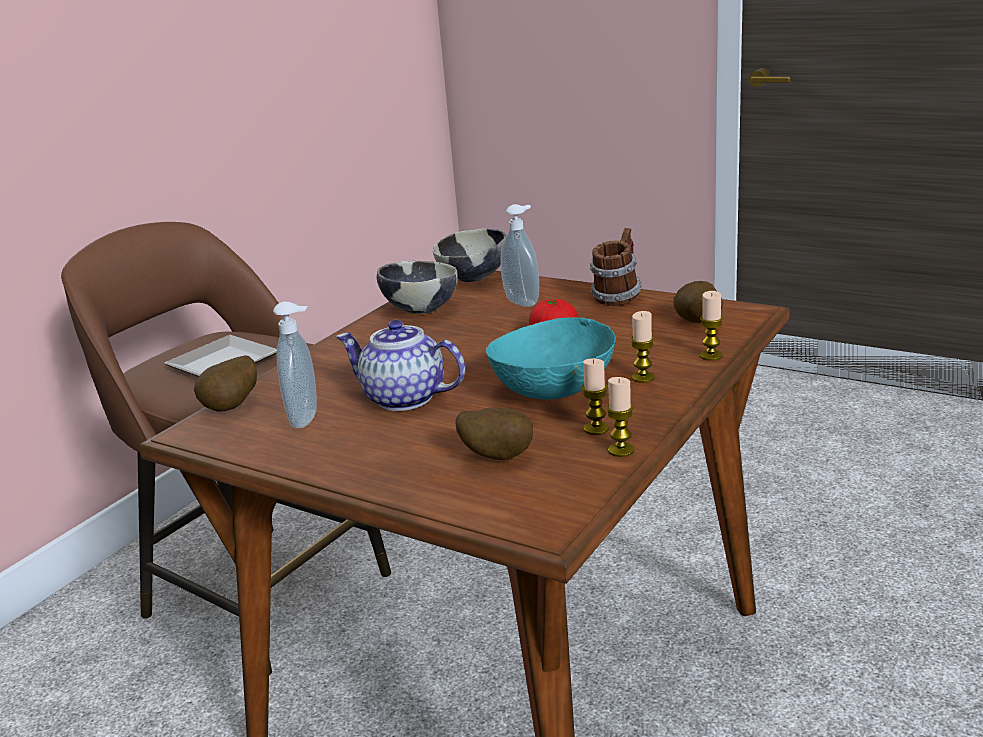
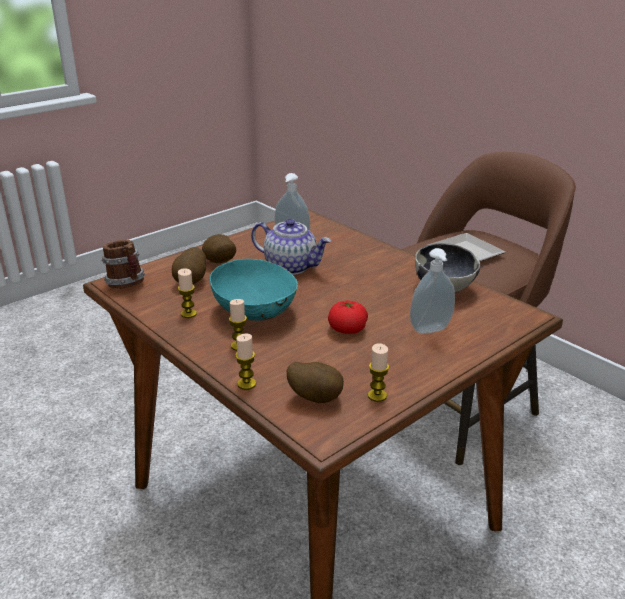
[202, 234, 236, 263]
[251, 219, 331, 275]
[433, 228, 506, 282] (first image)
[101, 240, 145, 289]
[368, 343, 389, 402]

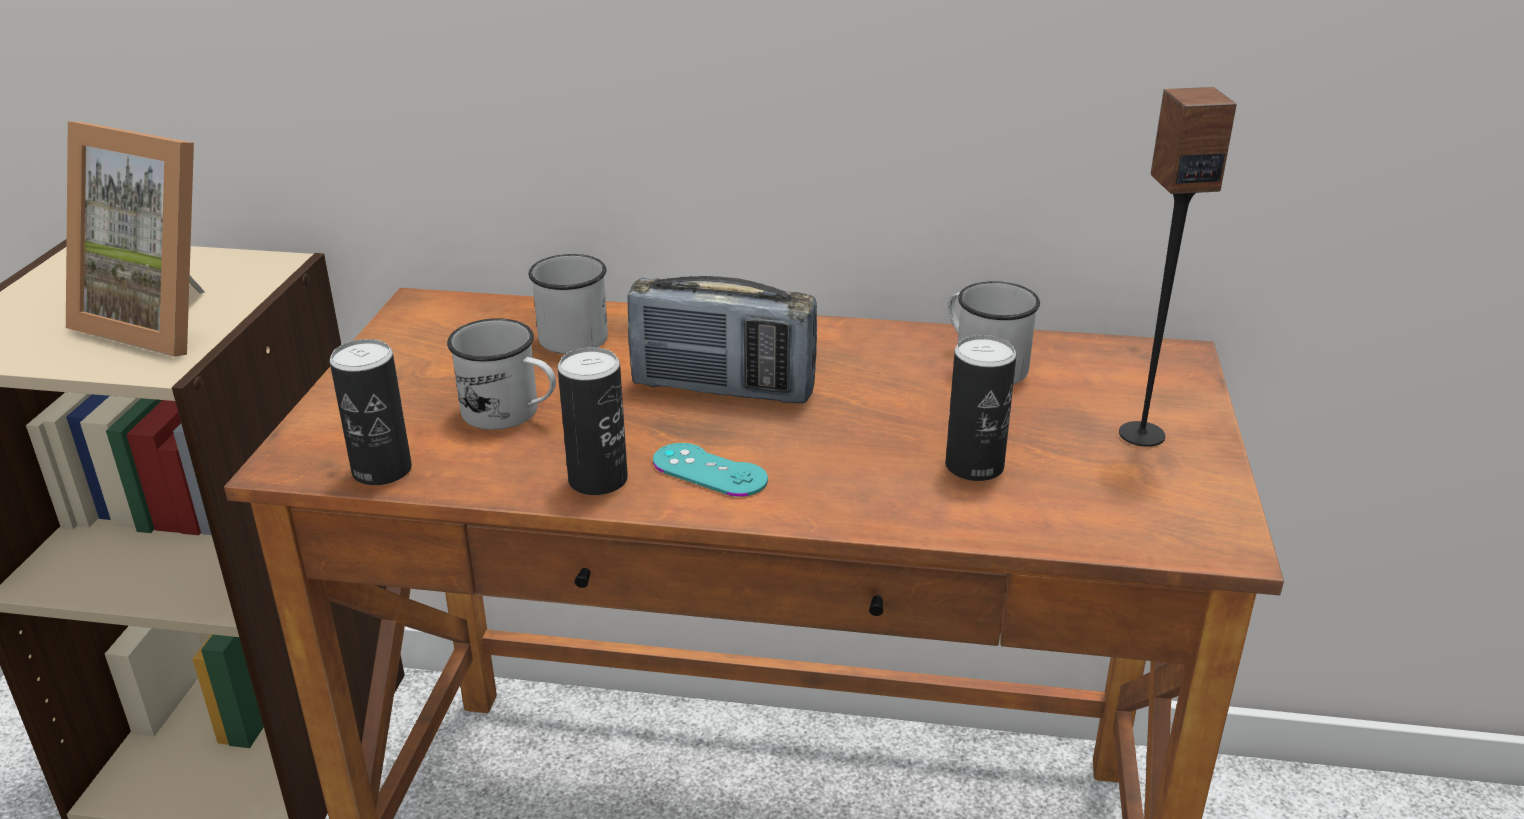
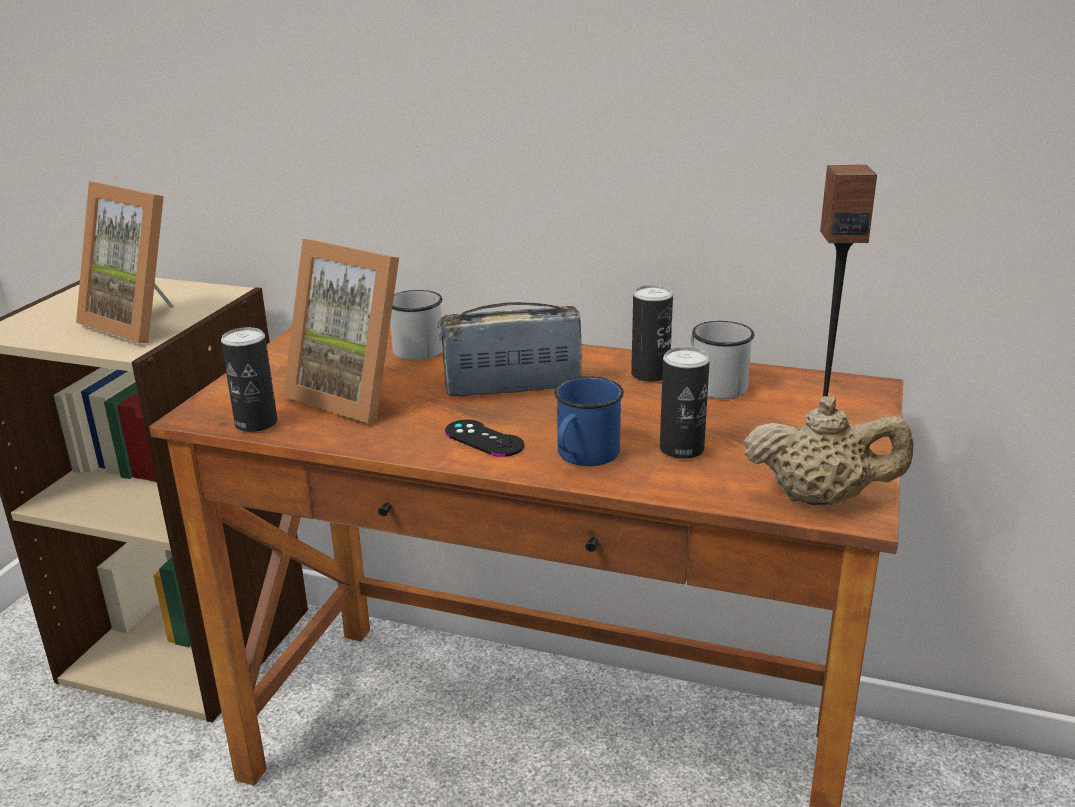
[283, 239, 399, 423]
[631, 285, 673, 382]
[441, 302, 582, 397]
[445, 420, 524, 457]
[554, 377, 624, 466]
[744, 396, 914, 505]

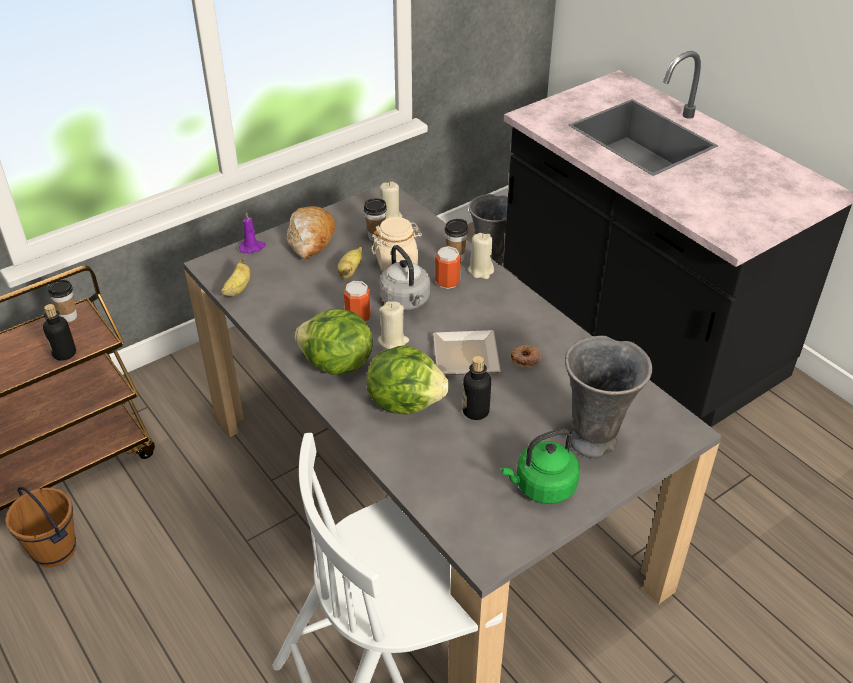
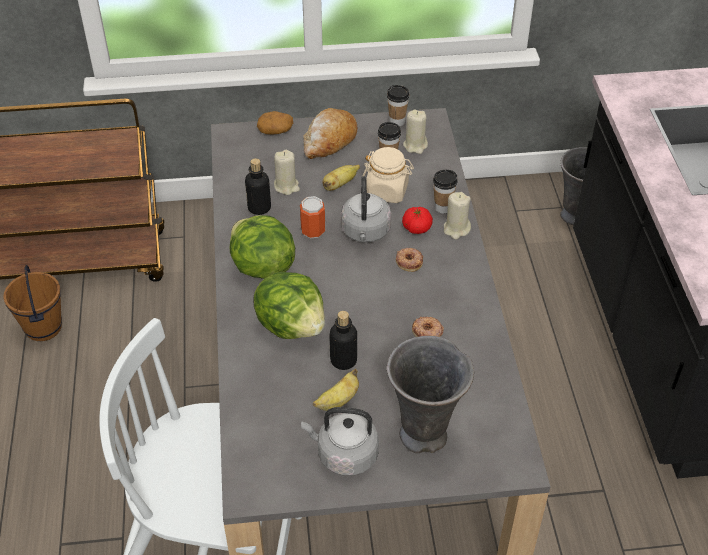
[245, 158, 271, 215]
[387, 85, 409, 126]
[313, 368, 359, 411]
[257, 111, 293, 134]
[274, 150, 300, 195]
[433, 330, 501, 375] (first image)
[402, 207, 433, 234]
[301, 407, 379, 476]
[396, 248, 423, 272]

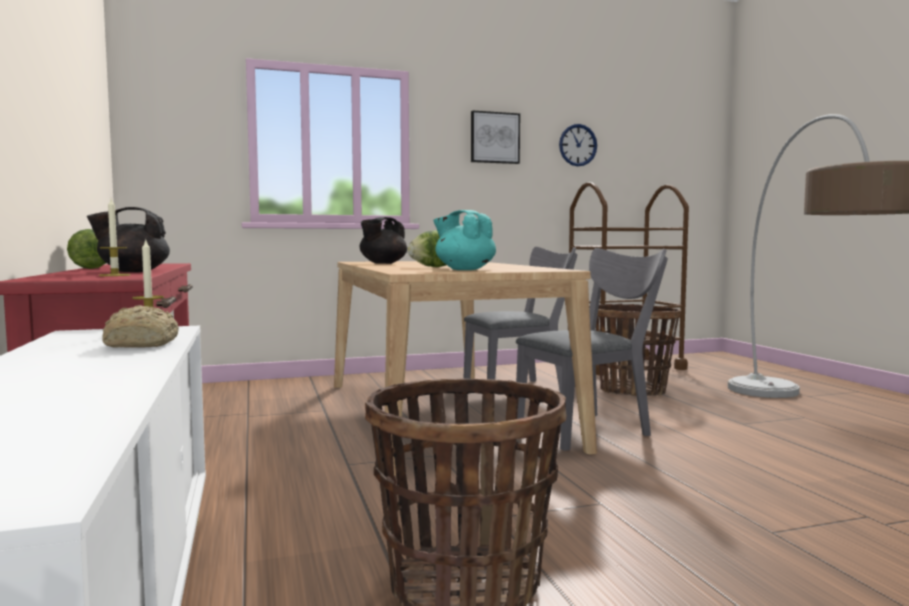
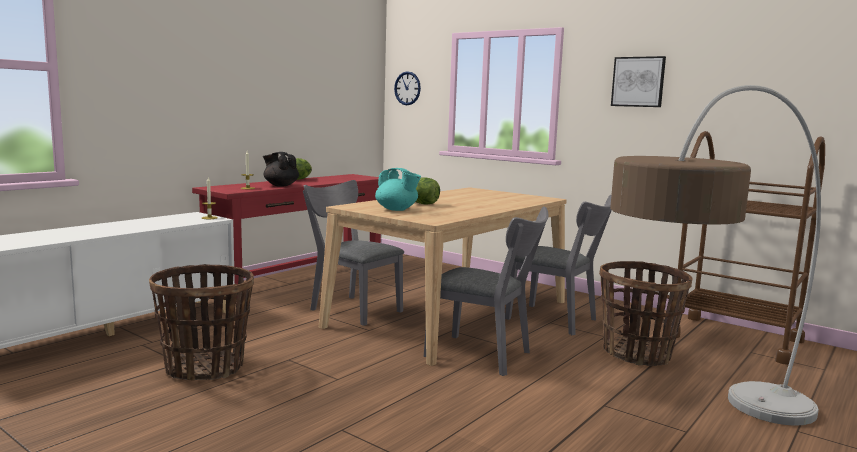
[102, 305, 179, 348] (first image)
[360, 217, 407, 264] (first image)
[375, 168, 421, 211]
[394, 71, 421, 105]
[303, 180, 404, 326]

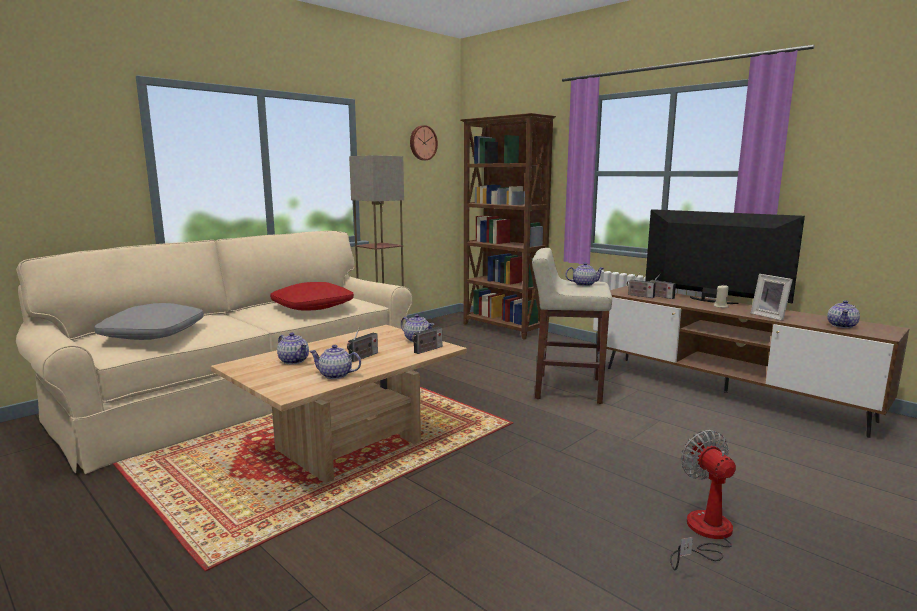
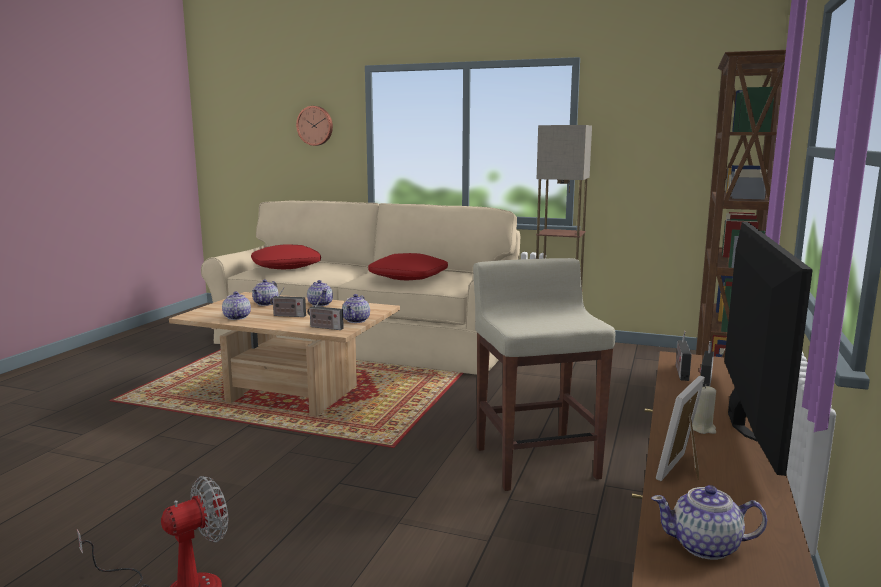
[251, 244, 321, 269]
[296, 106, 333, 146]
[307, 280, 333, 307]

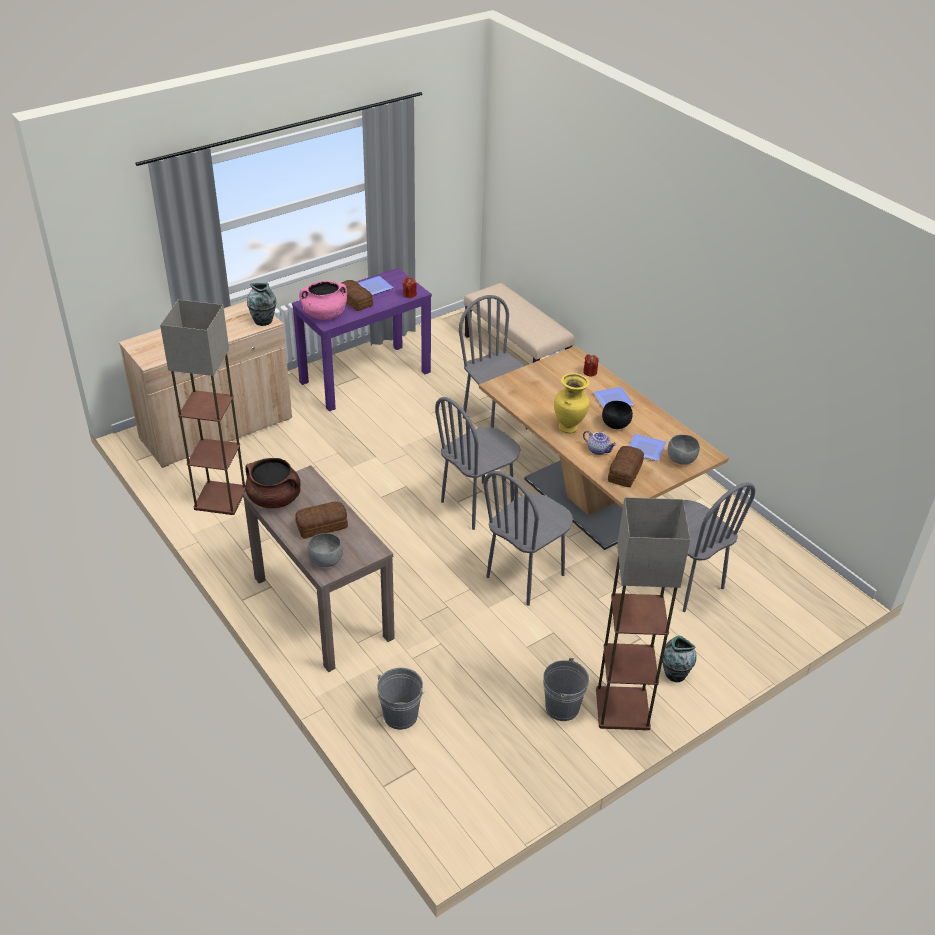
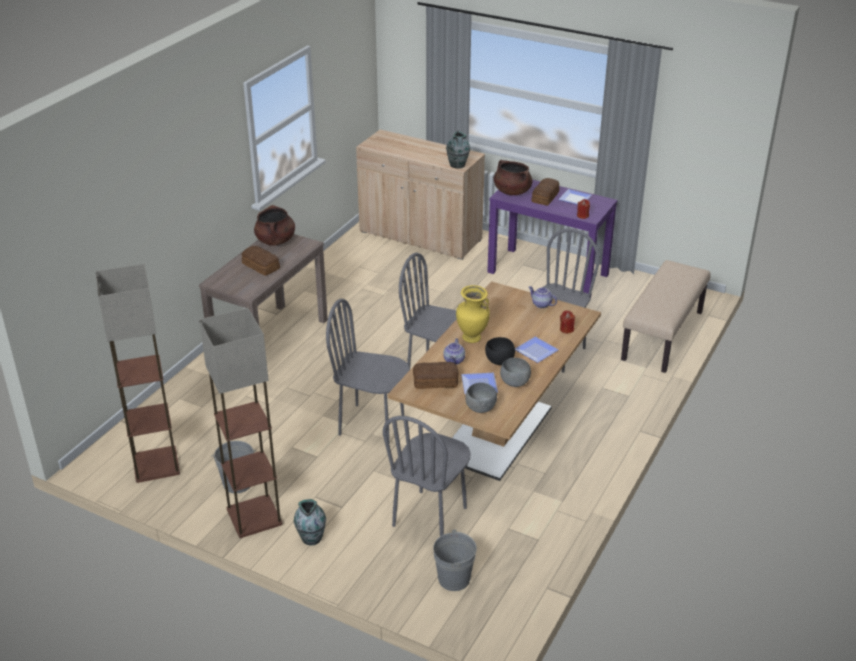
[96, 264, 180, 483]
[494, 160, 533, 195]
[500, 358, 531, 387]
[433, 529, 477, 591]
[529, 286, 557, 308]

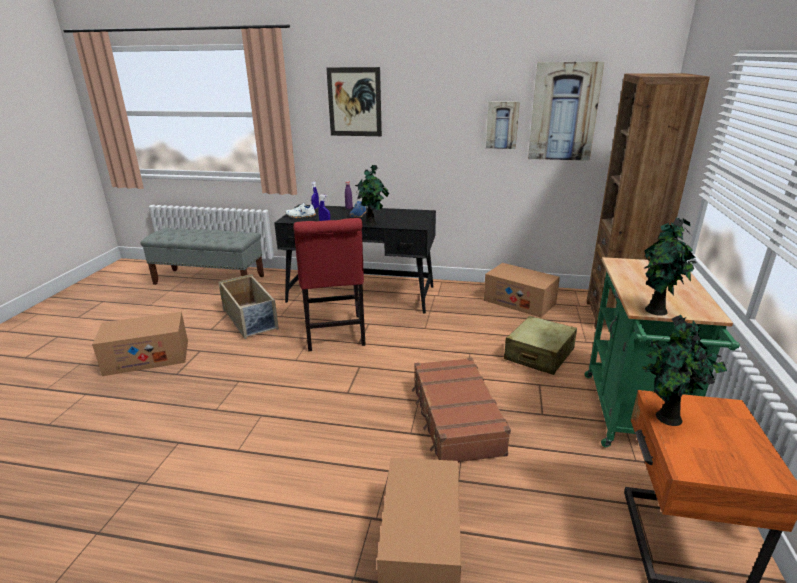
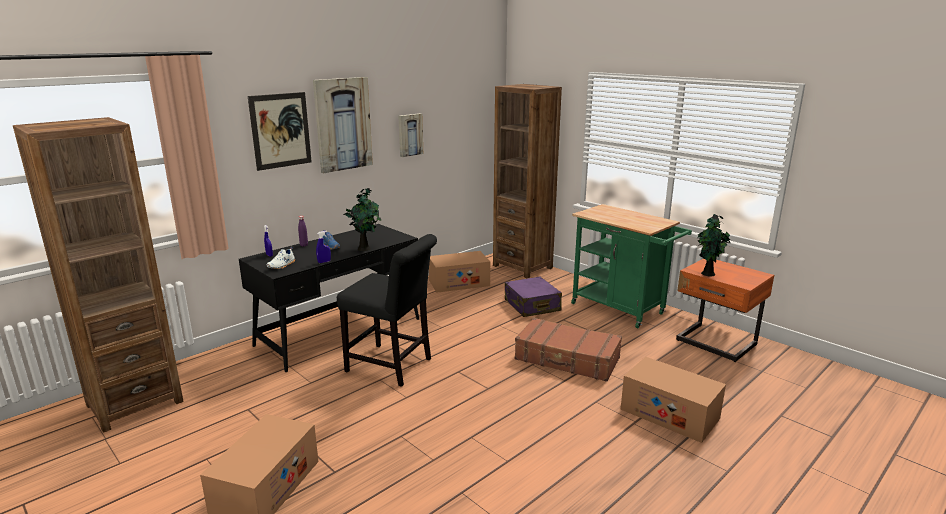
[13, 117, 184, 433]
[218, 274, 279, 339] (first image)
[337, 234, 437, 387]
[505, 277, 562, 317]
[313, 77, 373, 173]
[644, 217, 696, 316] (first image)

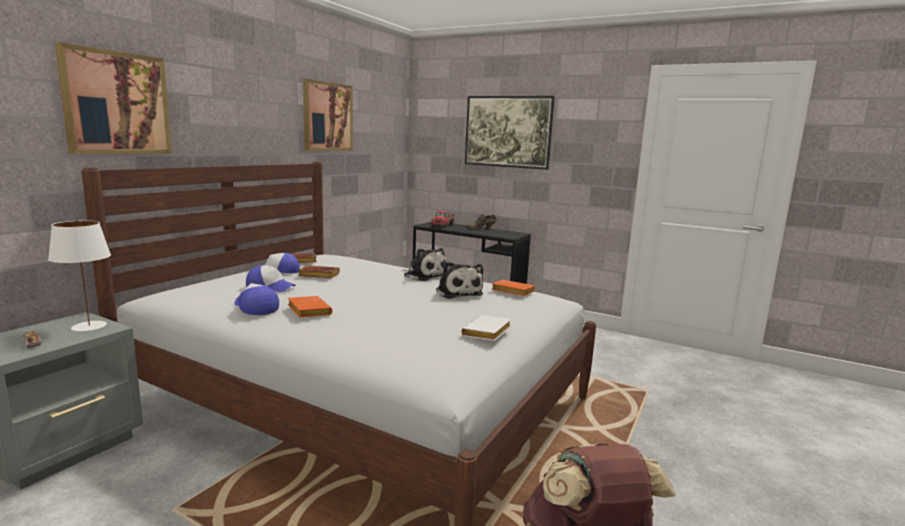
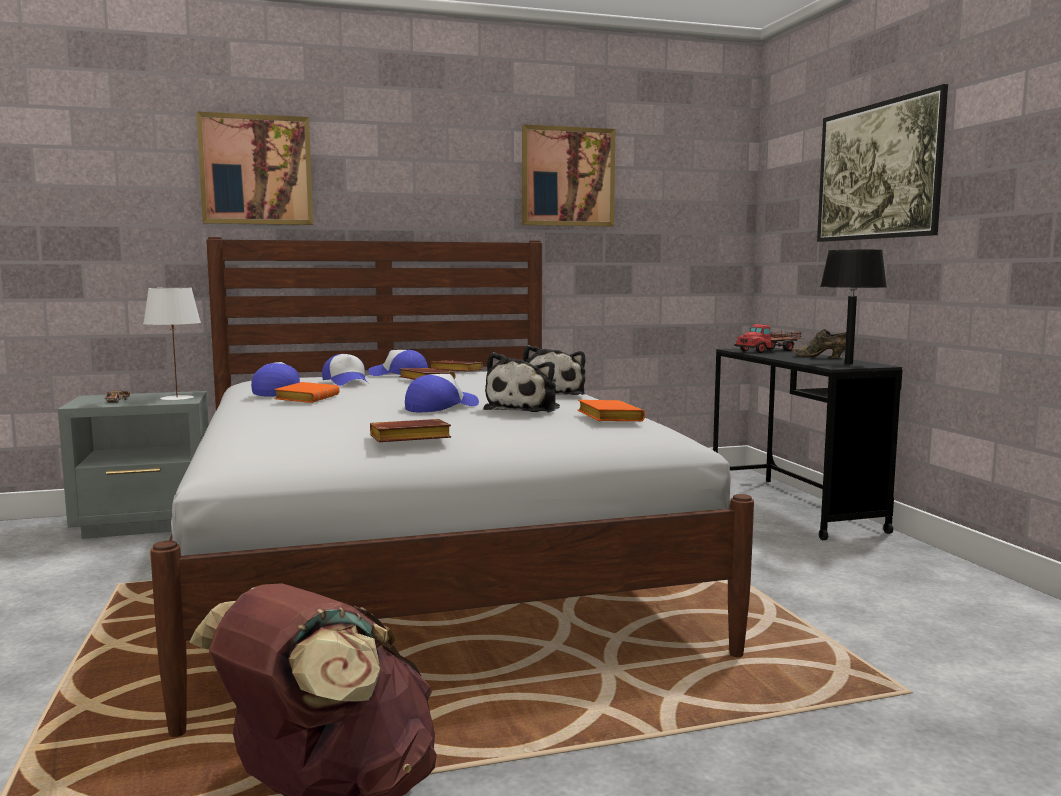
[370, 419, 451, 442]
[405, 374, 479, 412]
[820, 250, 887, 364]

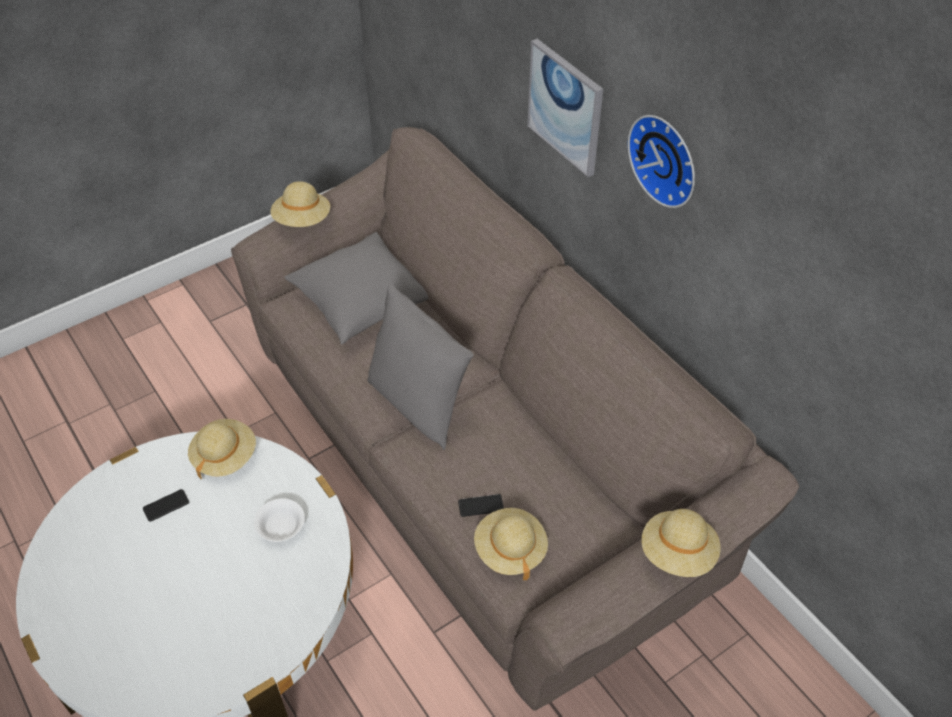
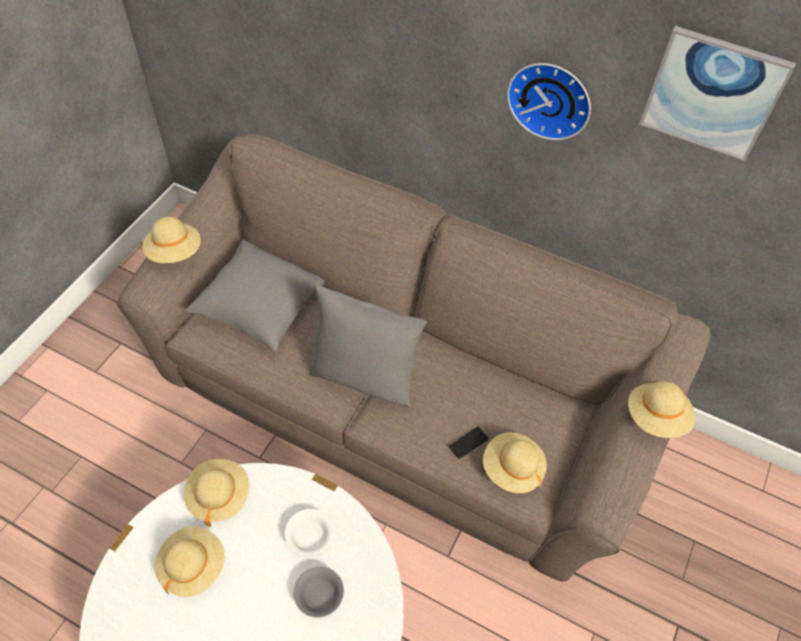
[154, 526, 225, 597]
[639, 26, 796, 161]
[294, 567, 344, 618]

